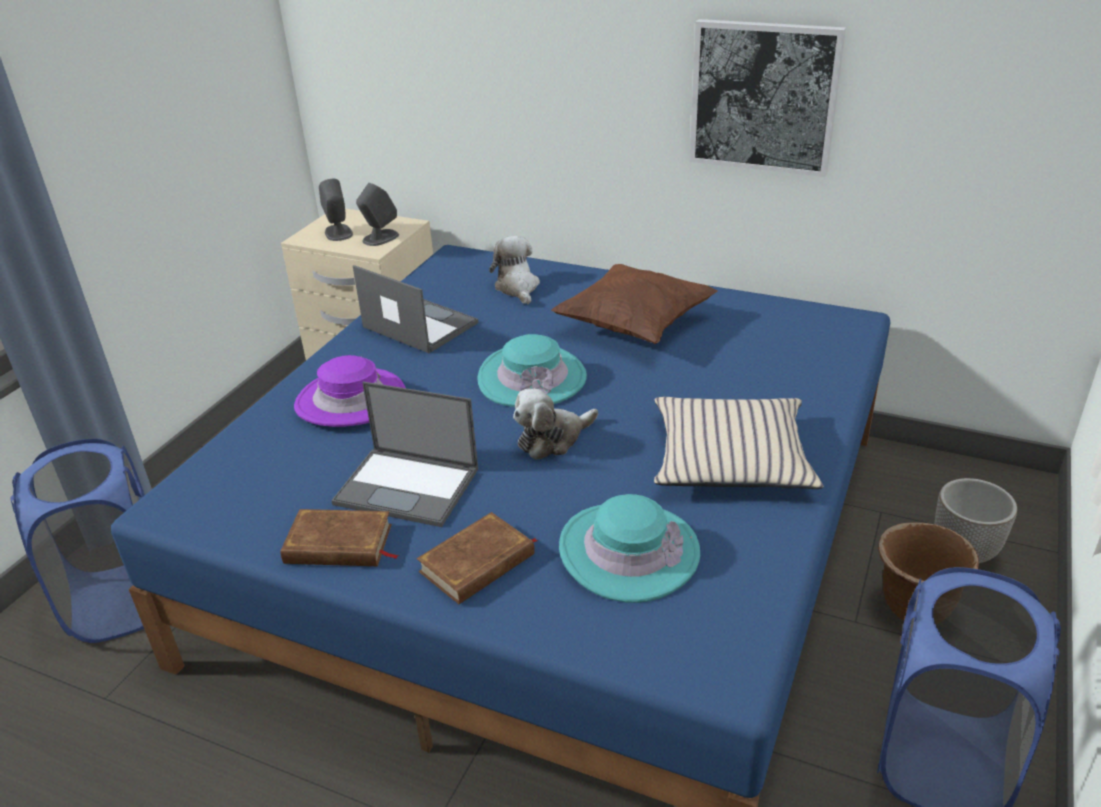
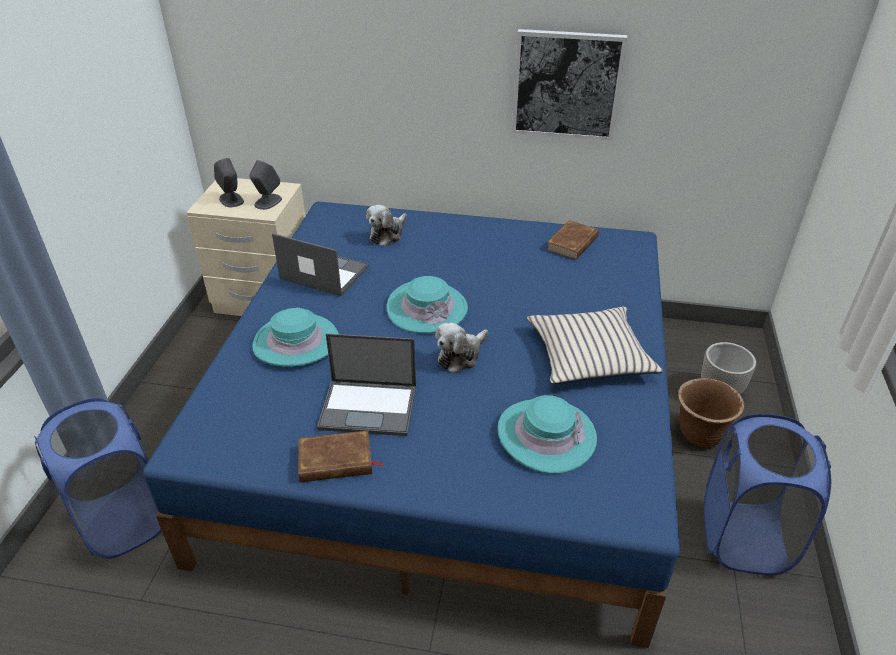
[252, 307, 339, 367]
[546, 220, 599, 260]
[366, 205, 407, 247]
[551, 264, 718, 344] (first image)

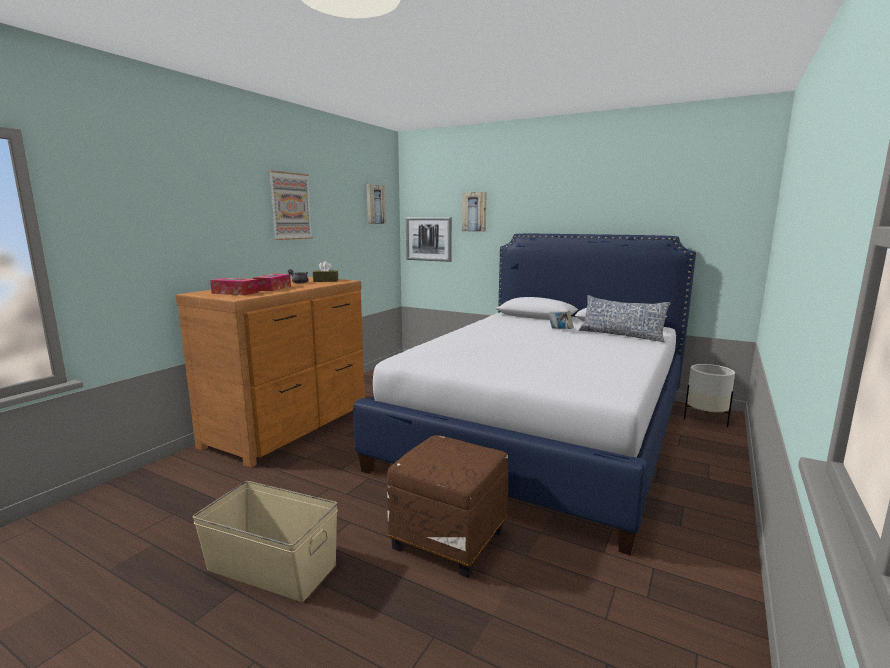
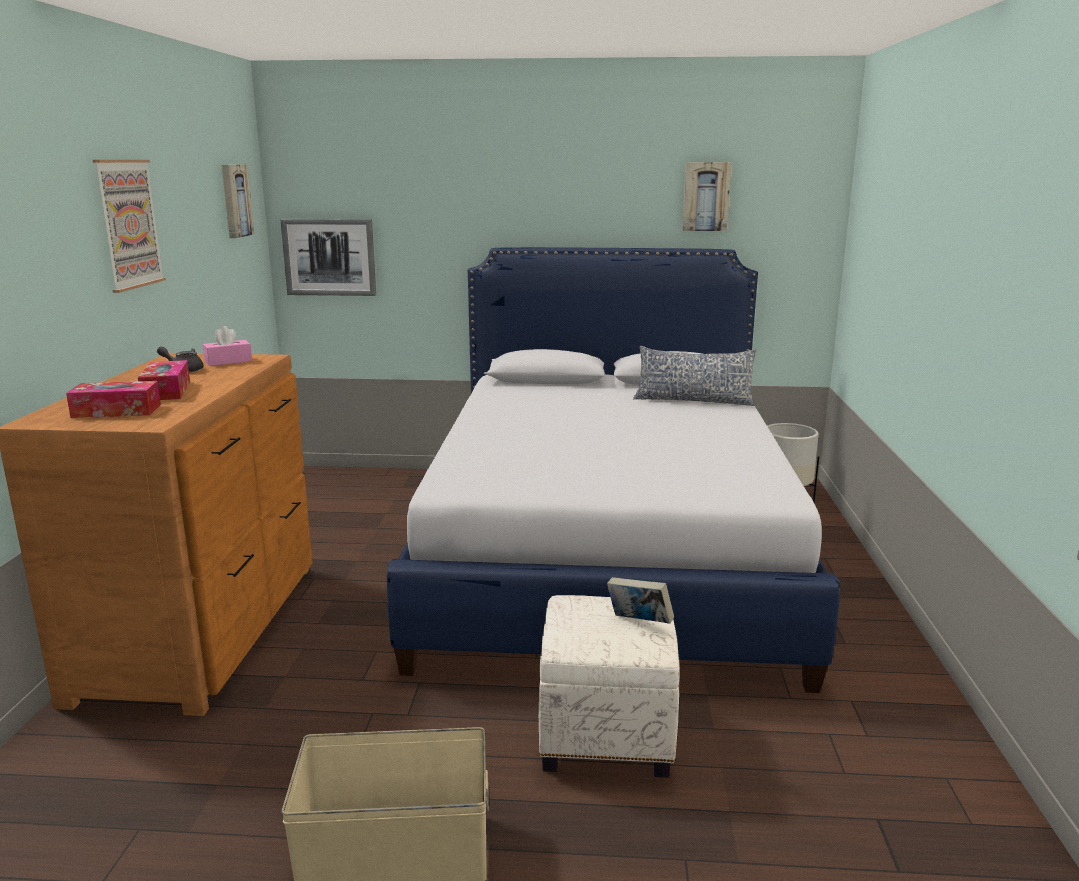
[203, 326, 252, 366]
[539, 595, 680, 778]
[682, 162, 731, 231]
[607, 577, 674, 624]

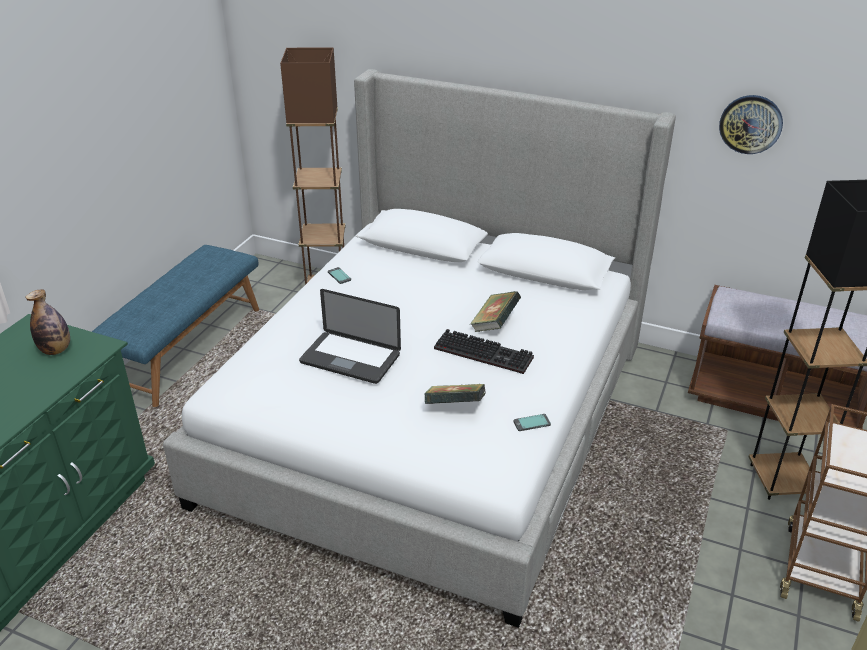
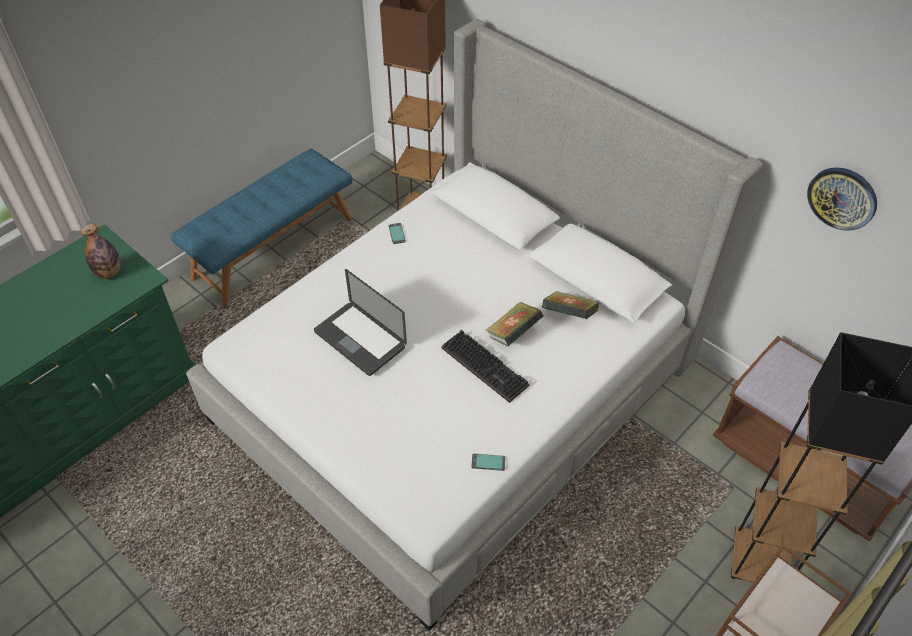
[542, 291, 599, 319]

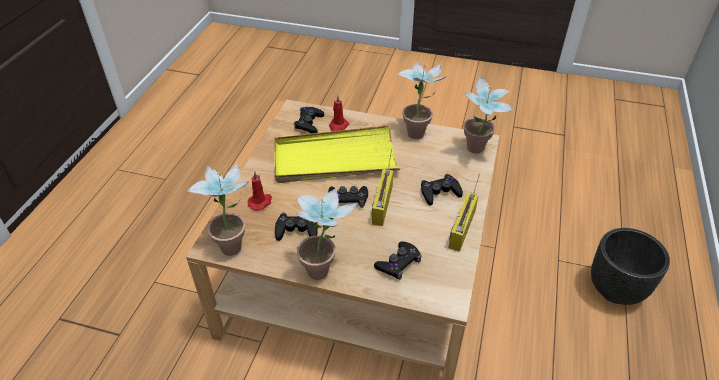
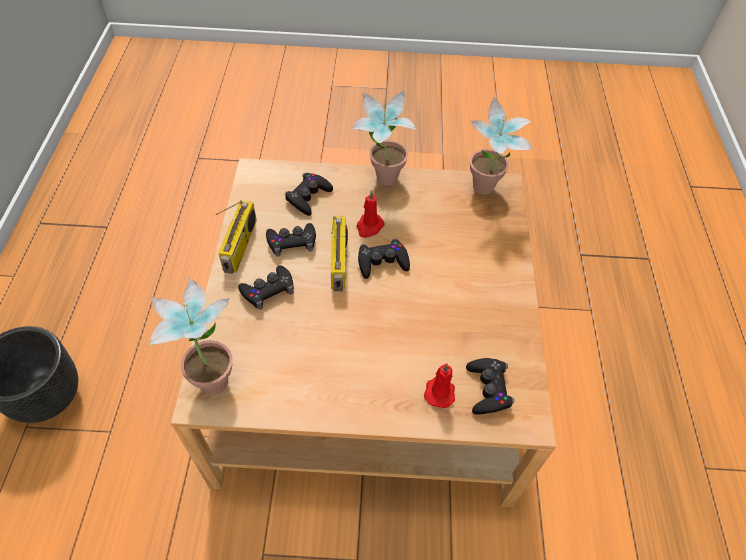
[357, 190, 385, 238]
[274, 125, 400, 183] (first image)
[266, 223, 316, 256]
[397, 61, 446, 139] (first image)

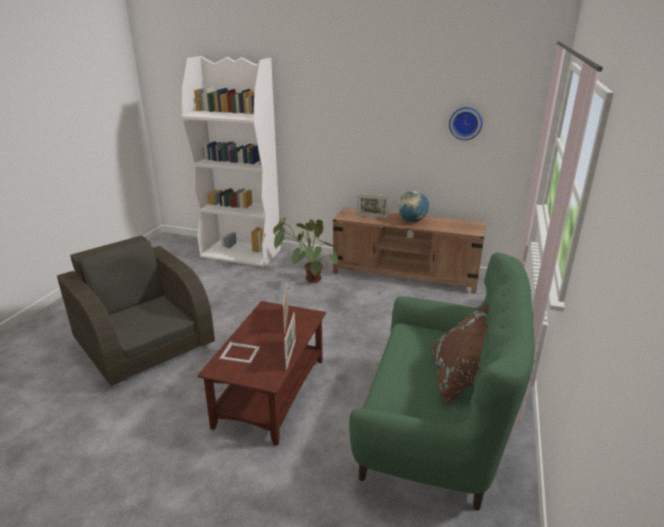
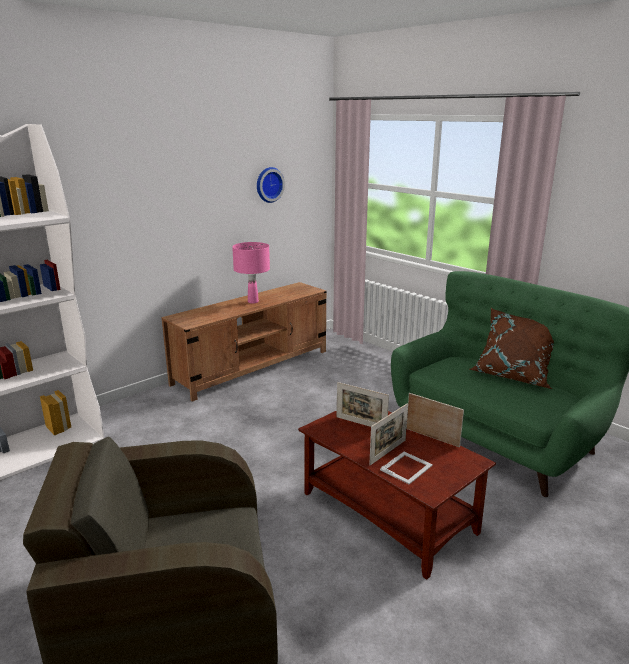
[273, 218, 338, 283] (first image)
[369, 403, 408, 465]
[232, 242, 270, 304]

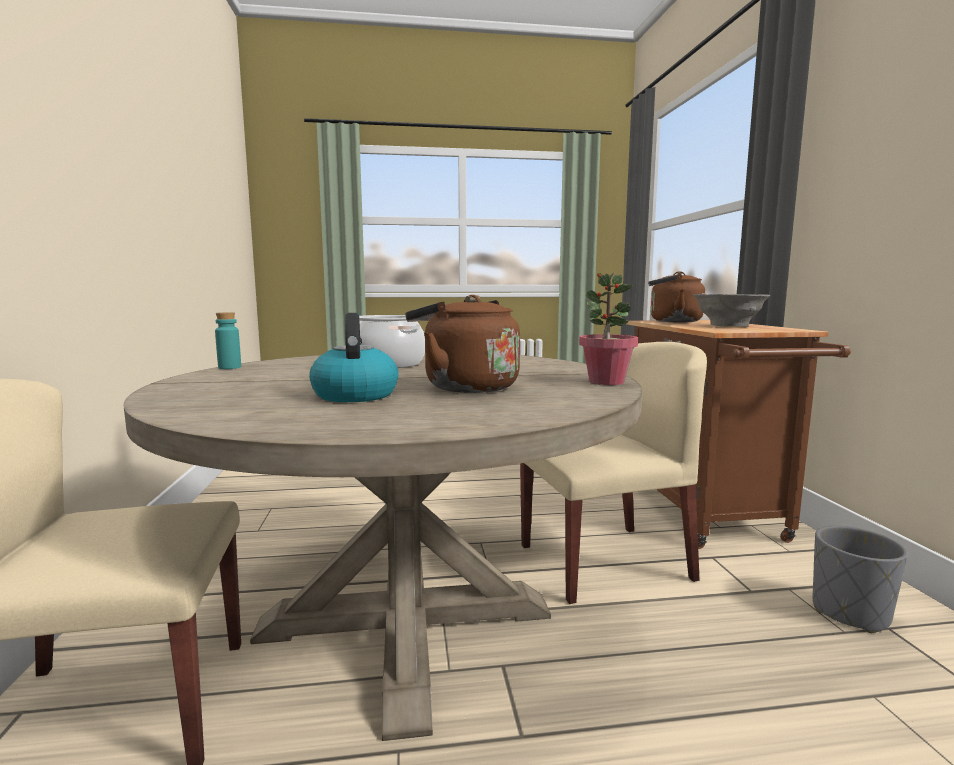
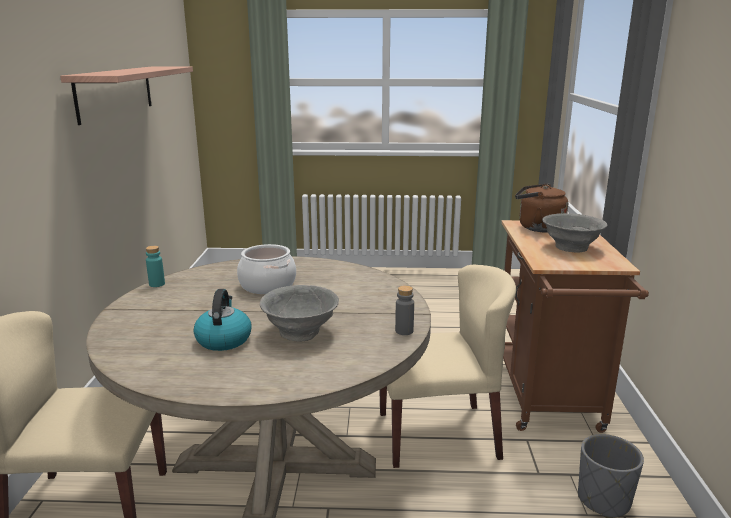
[260, 285, 339, 342]
[395, 286, 414, 335]
[60, 67, 193, 125]

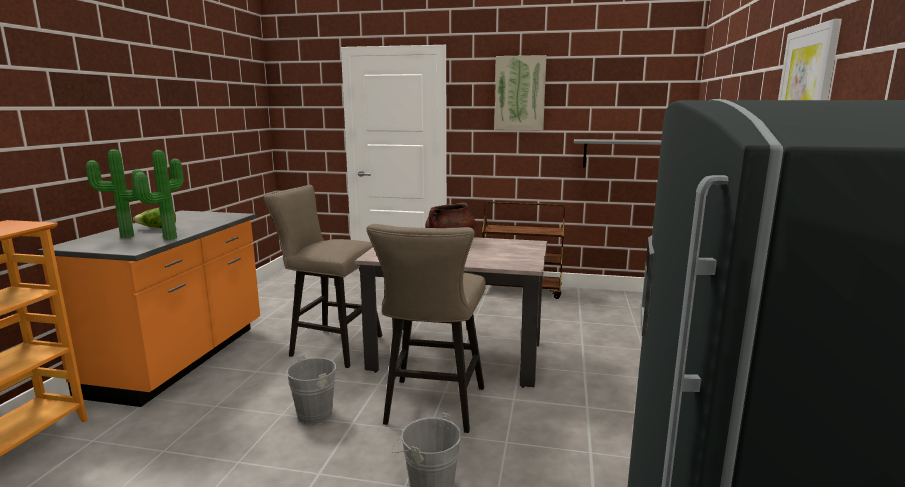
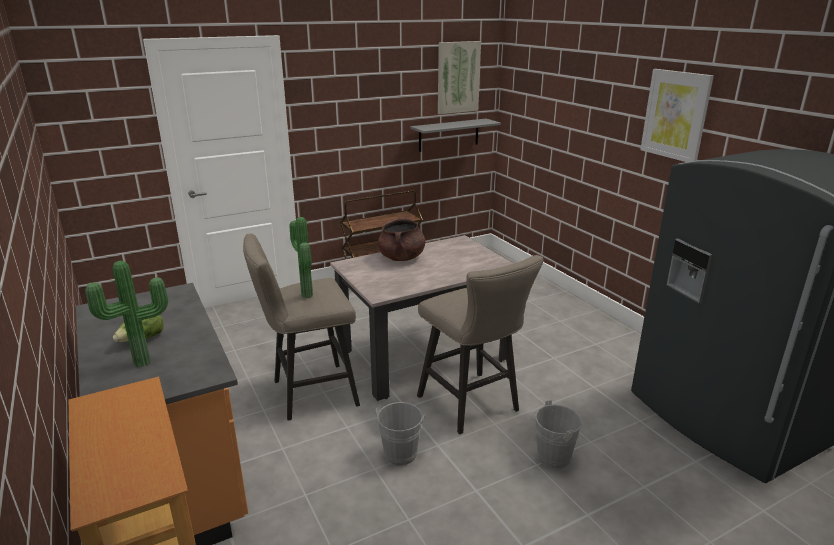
[290, 217, 313, 298]
[438, 41, 481, 114]

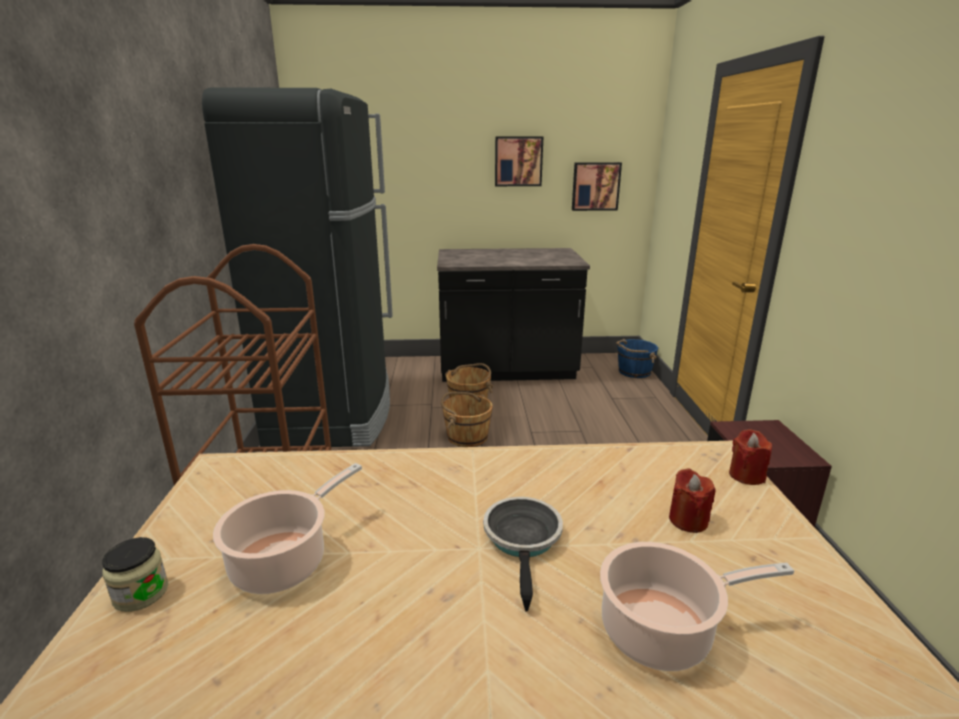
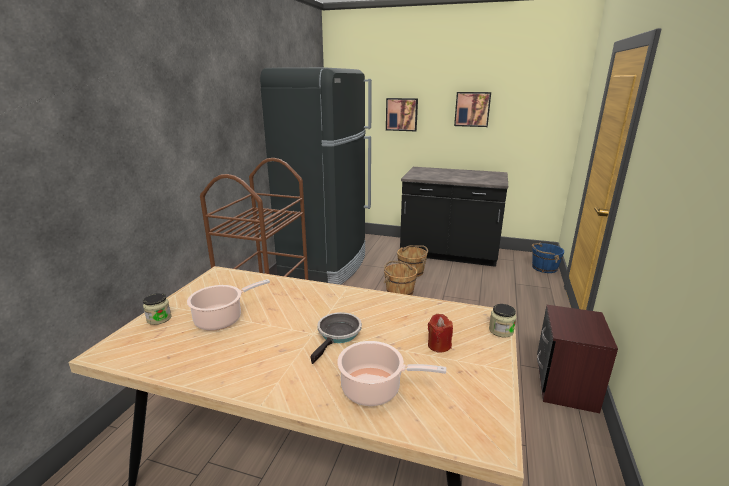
[386, 98, 418, 131]
[489, 304, 516, 338]

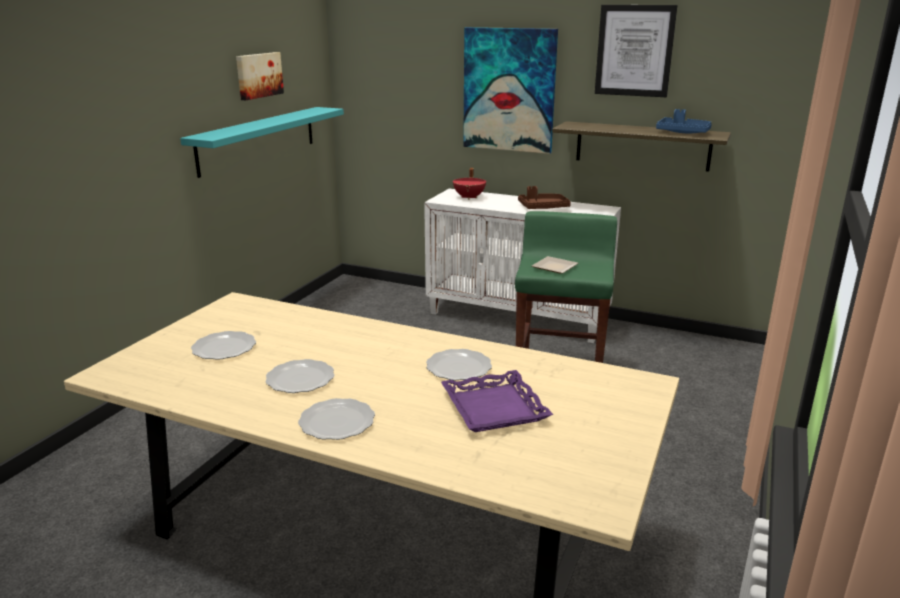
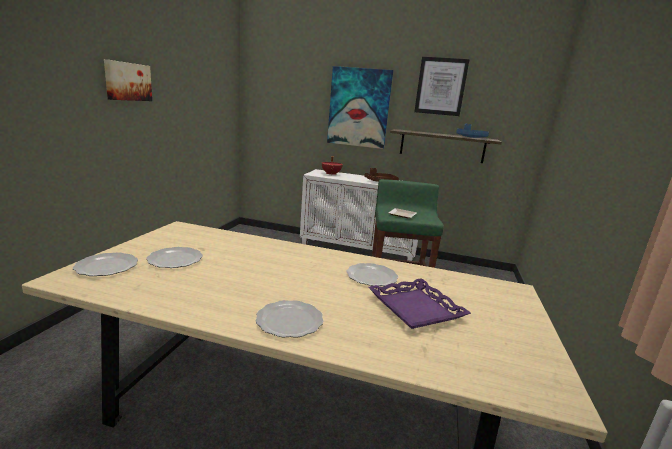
[180, 107, 344, 178] (first image)
[104, 59, 152, 101]
[73, 252, 138, 276]

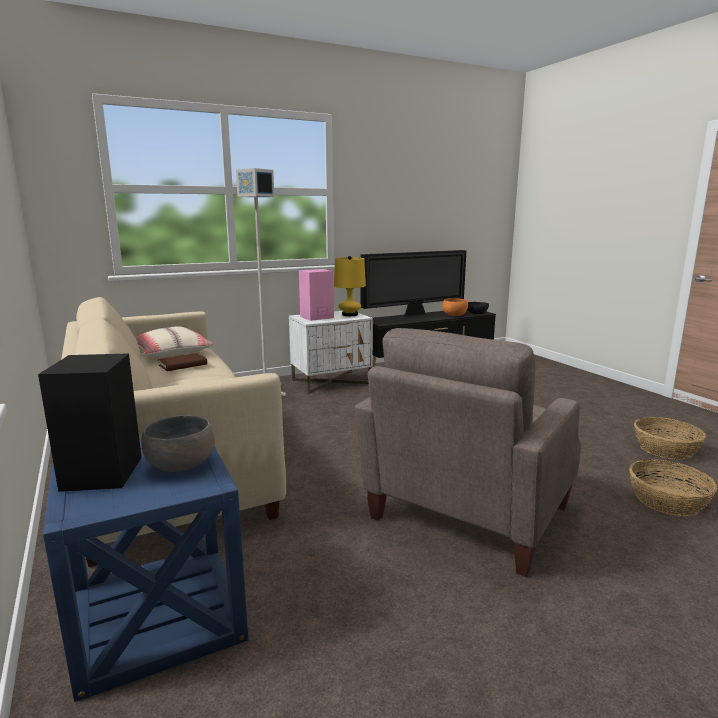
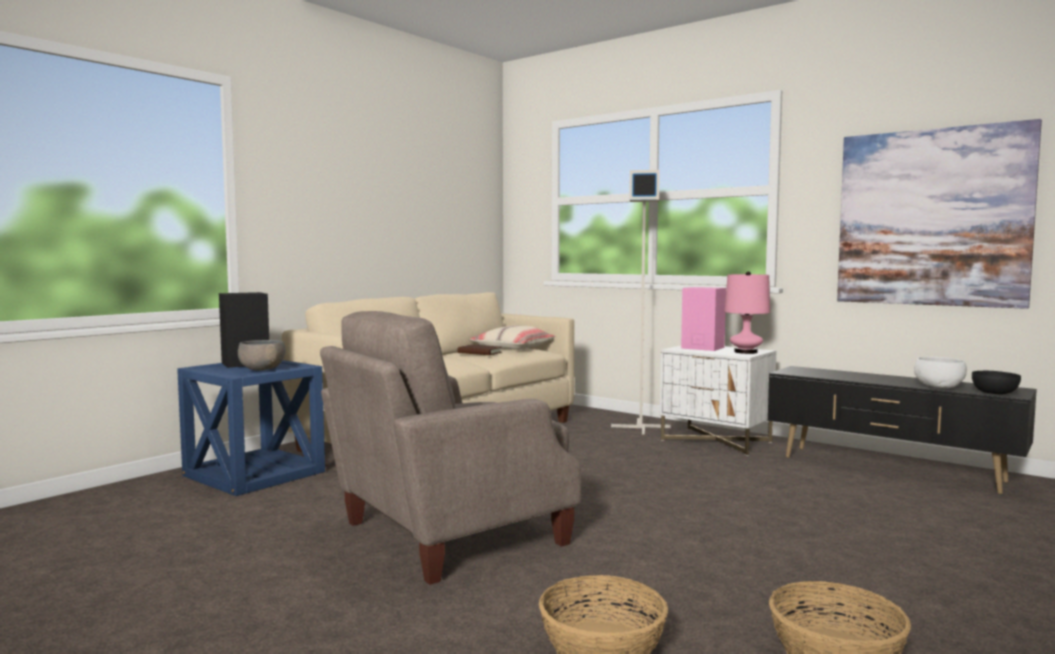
[724, 271, 770, 354]
[320, 311, 581, 585]
[361, 250, 467, 317] (first image)
[914, 357, 967, 388]
[837, 119, 1042, 309]

